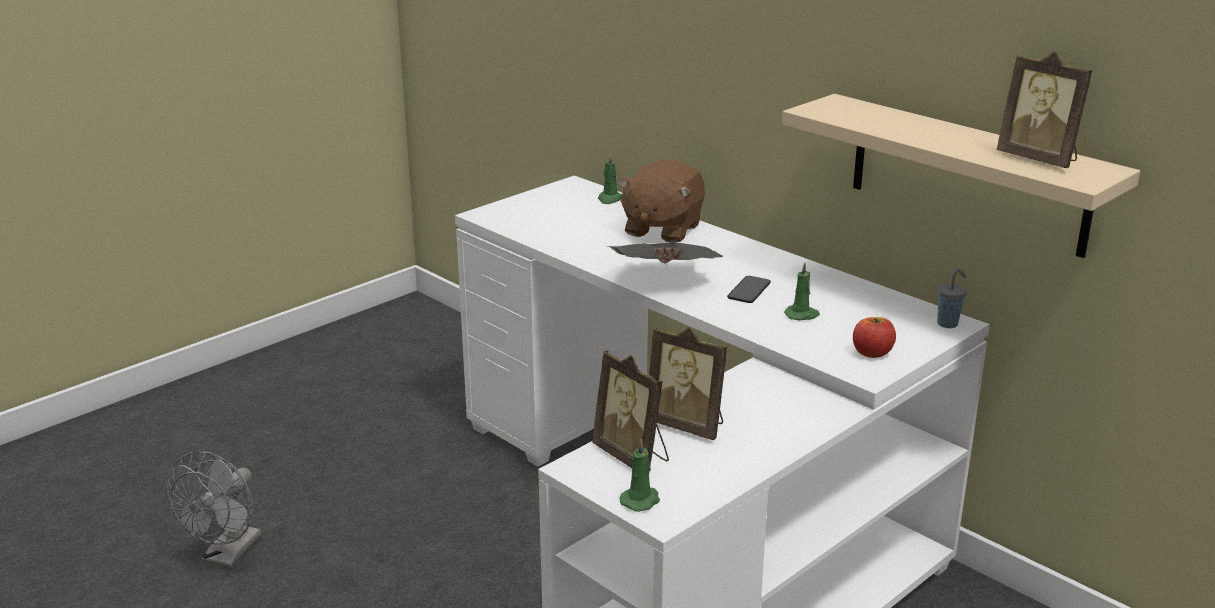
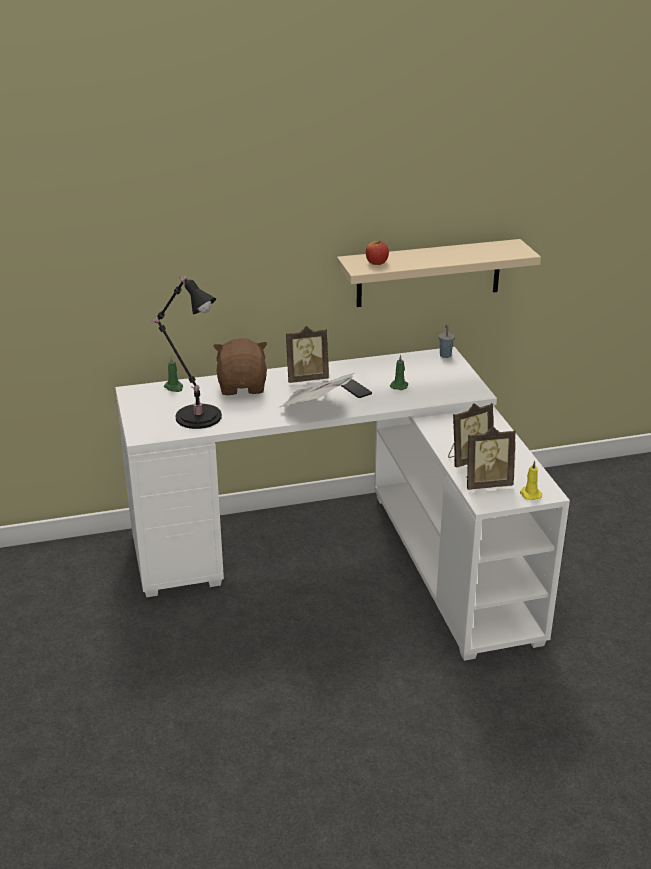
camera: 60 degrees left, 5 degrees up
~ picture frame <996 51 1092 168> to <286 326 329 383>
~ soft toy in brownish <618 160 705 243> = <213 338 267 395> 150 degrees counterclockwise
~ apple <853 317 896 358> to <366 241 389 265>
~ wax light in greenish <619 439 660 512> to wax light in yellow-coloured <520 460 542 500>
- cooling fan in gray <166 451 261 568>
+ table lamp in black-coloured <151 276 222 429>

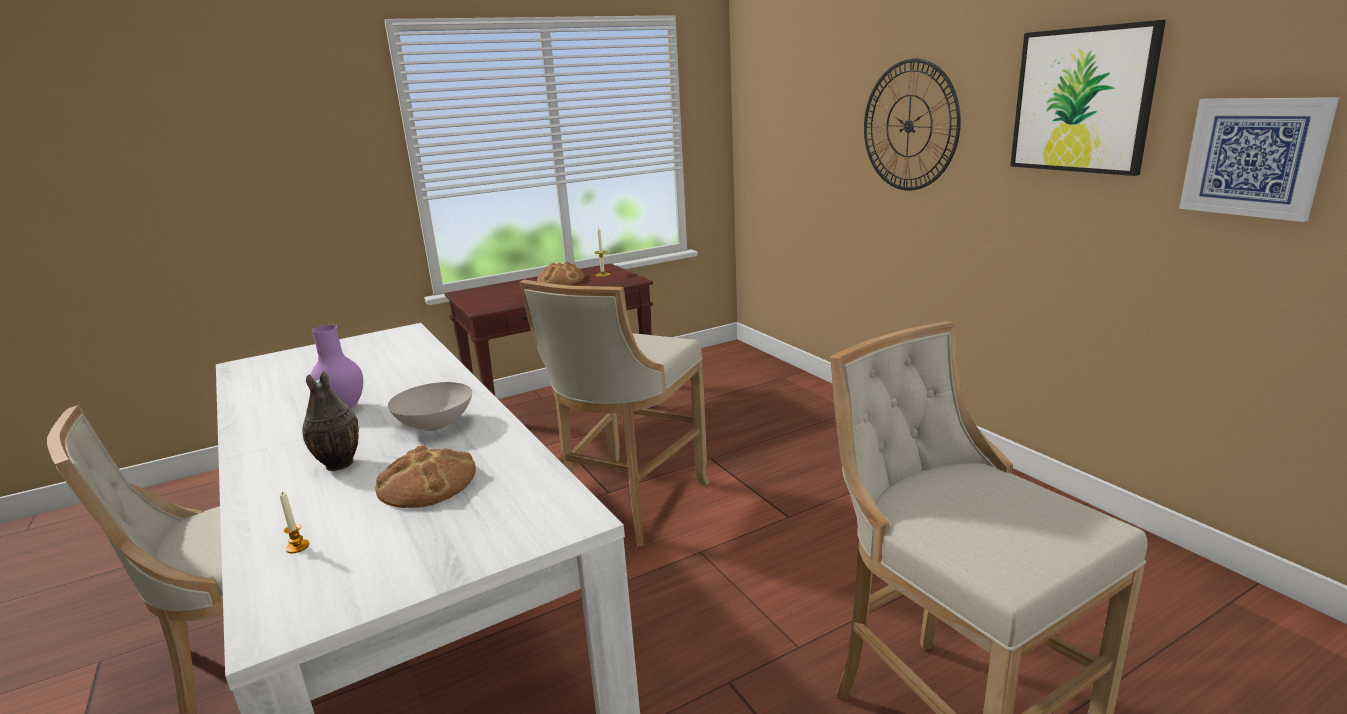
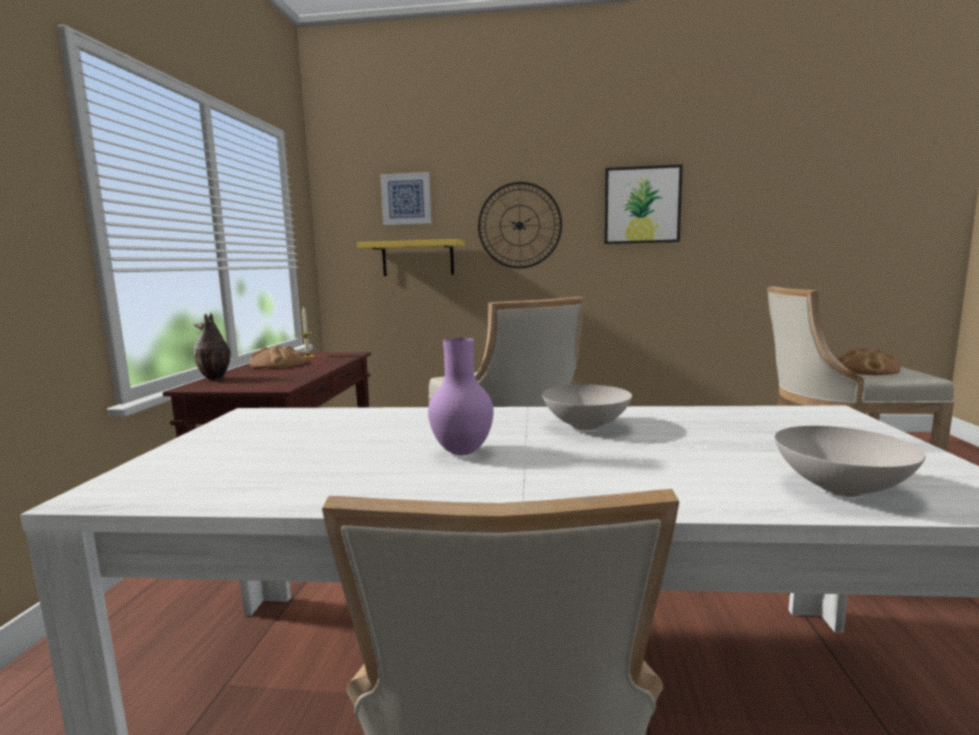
camera: 55 degrees left, 10 degrees down
~ wall art <1179 97 1339 222> to <380 172 432 225>
~ flower vase <302 371 359 471> to <193 312 230 381>
~ baked bread <375 446 476 508> to <837 348 901 375>
~ wax light <279 492 309 553> to deep dish in white <775 426 926 497>
+ wall shelf in yellow-coloured <357 239 465 276>

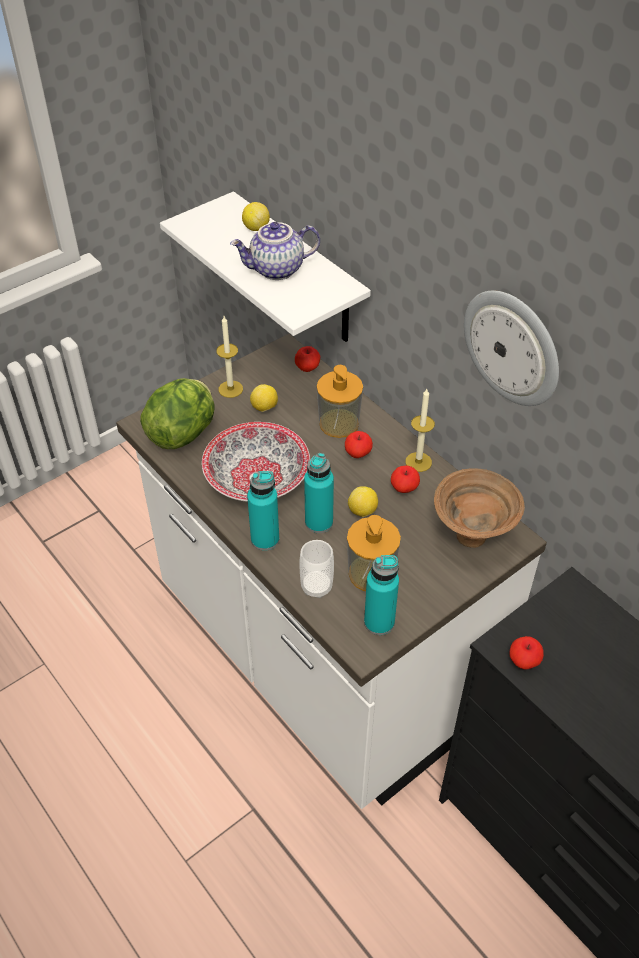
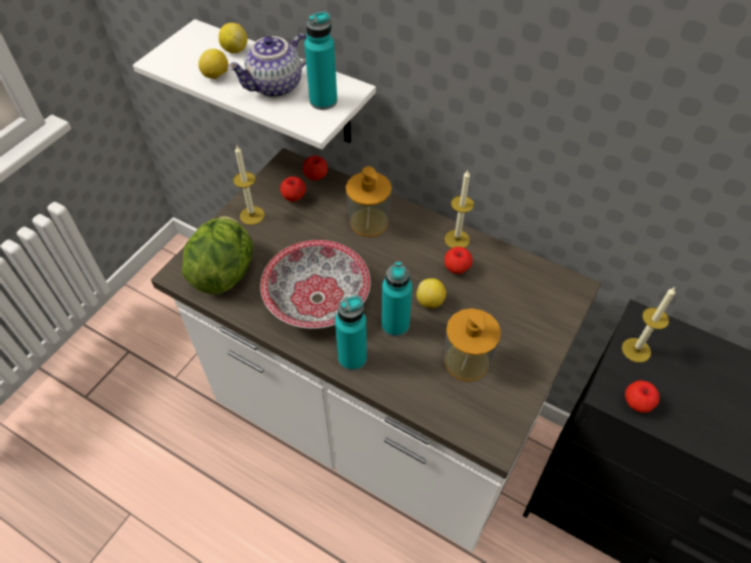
camera: 20 degrees left, 5 degrees up
- clock on the wall <464 291 559 406>
~ citrus fruit <250 384 278 412> to <198 49 229 79>
~ apple <345 431 373 458> to <280 176 306 202>
- deep dish in brownish <434 468 525 548>
- small cup <299 540 334 598>
~ bottle in turquoise <364 555 399 635> to <304 12 337 110>
+ wax light <622 287 675 363>

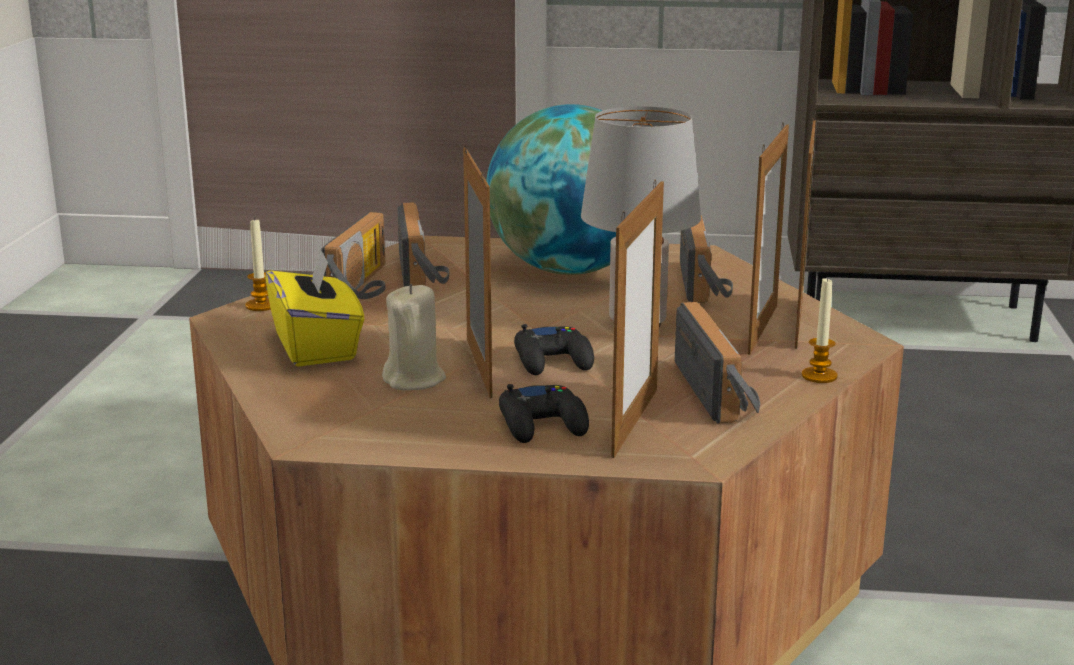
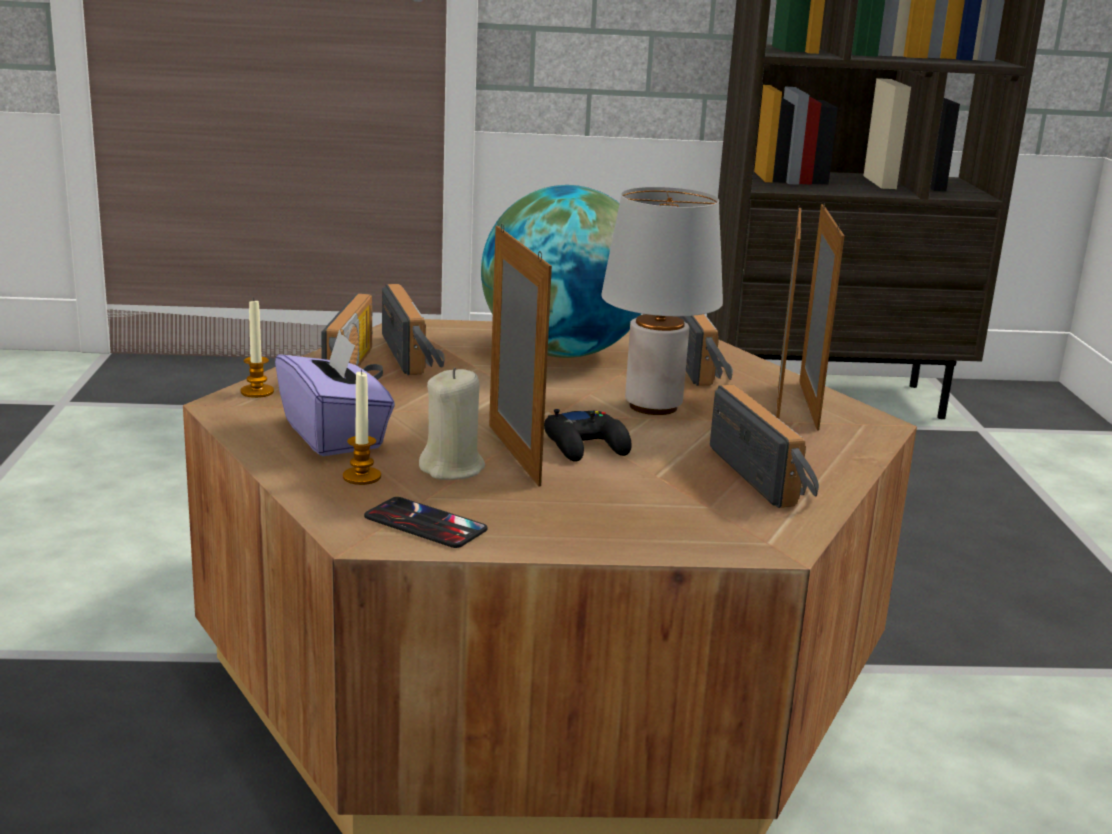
camera: 10 degrees left, 0 degrees up
- picture frame <611 180 664 458>
~ tissue box in yellow-coloured <265 247 364 367> to tissue box in purplish <275 330 395 456>
~ wax light <802 276 838 383> to <343 369 381 485>
- game controller in black-coloured <499 384 589 443>
+ handset <364 497 488 548>

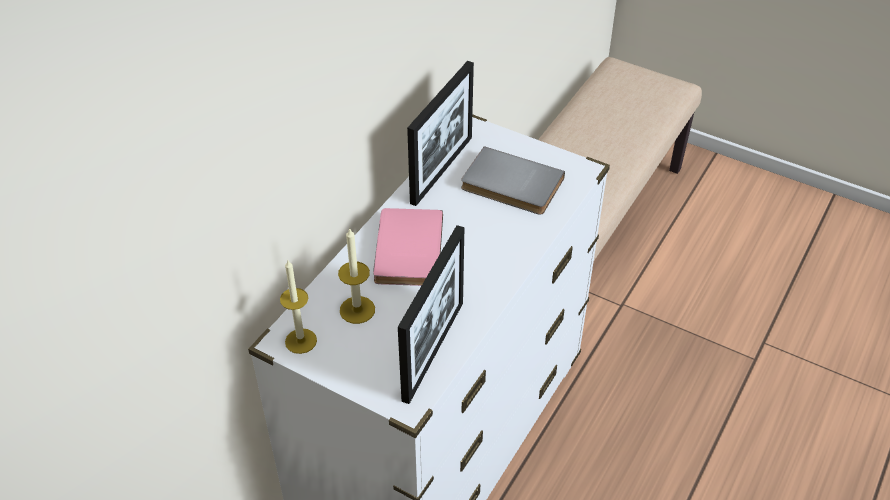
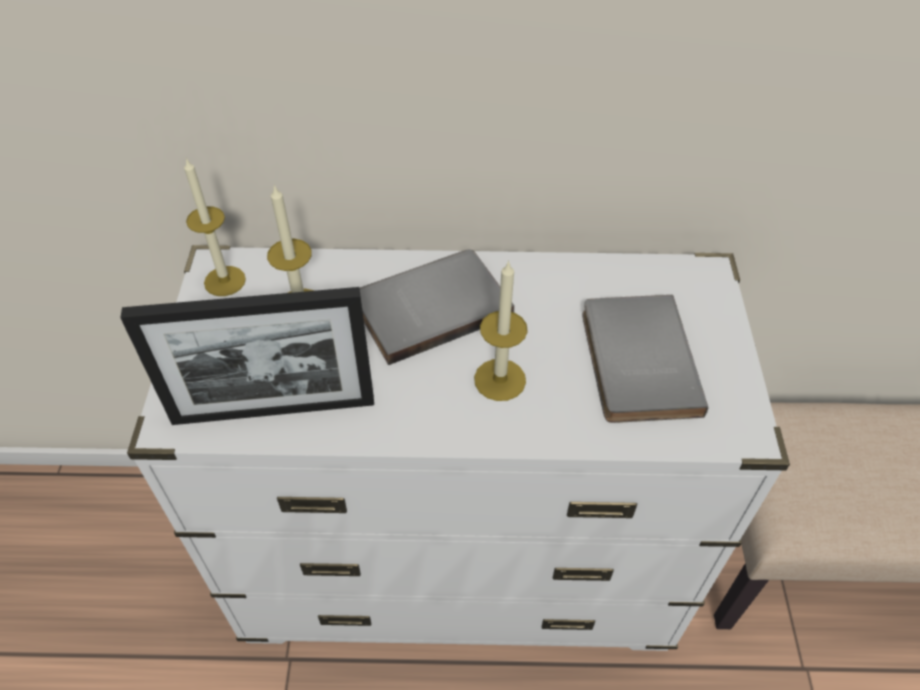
camera: 60 degrees right, 5 degrees up
- picture frame <407 61 474 206>
~ bound book in pinkish <373 208 443 286> to bound book in gray <359 249 514 365>
+ wax light <474 260 528 401>

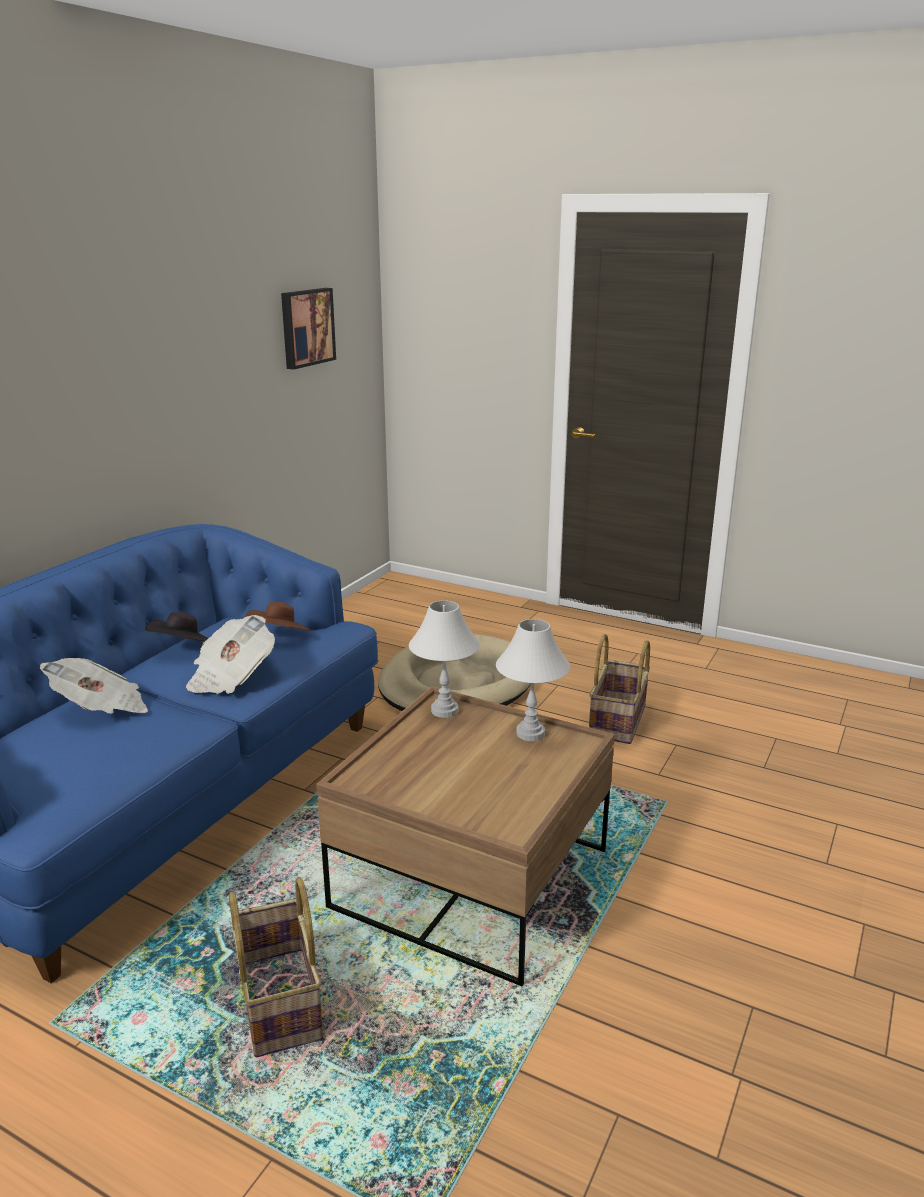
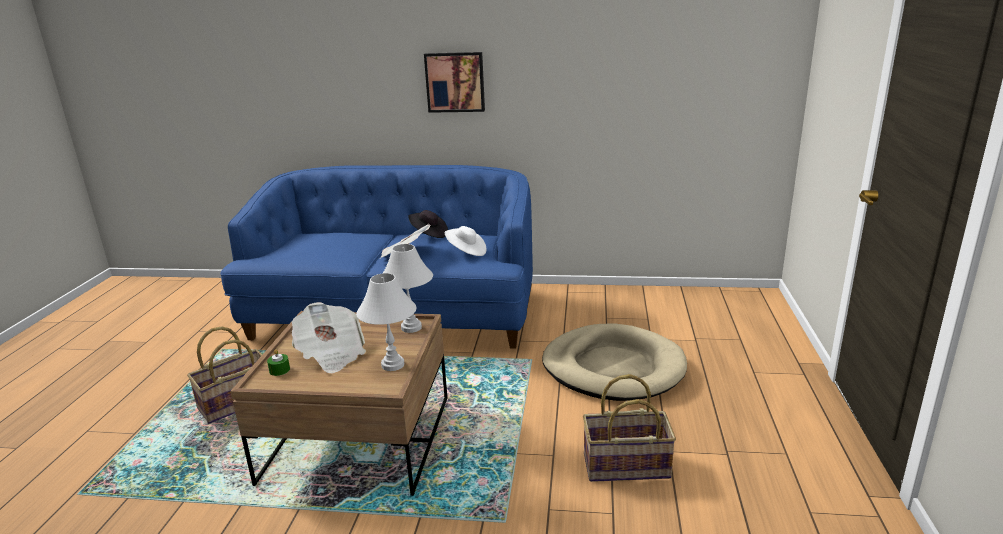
camera: 70 degrees right, 0 degrees up
~ wall art <281 288 336 370> to <424 52 485 113>
~ clothing hat in brownish <246 602 312 631> to clothing hat in white <445 226 487 256>
~ printed paper <40 658 148 714> to <292 302 366 373>
+ wax light in greenish <267 350 290 376>

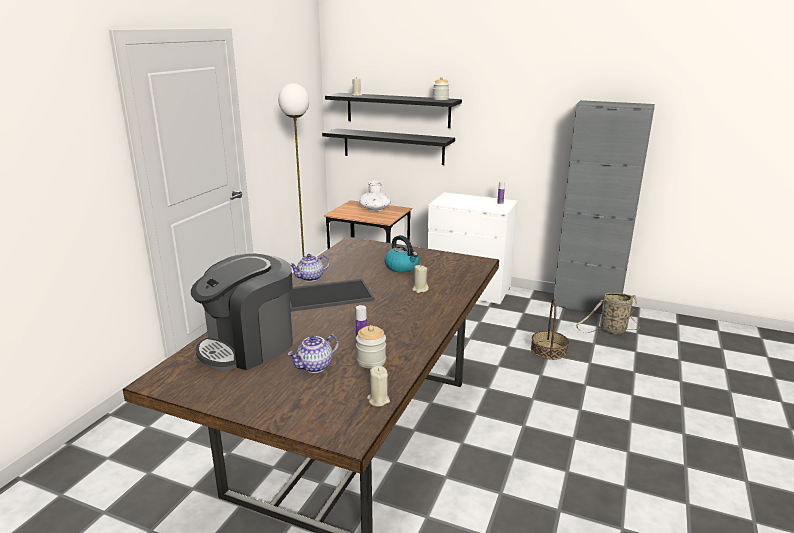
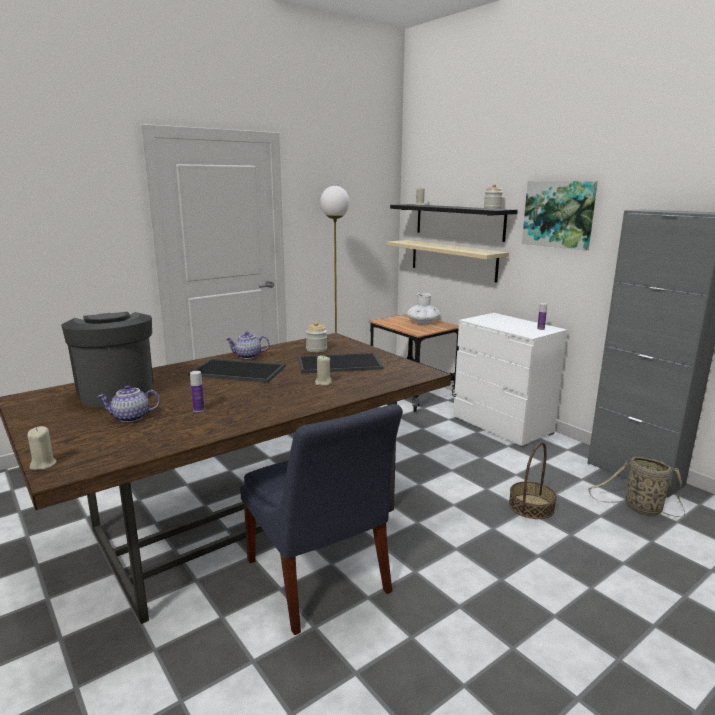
camera: 30 degrees right, 5 degrees down
~ wall shelf in black-coloured <322 128 455 165> to wall shelf in beige-coloured <386 240 509 283>
~ water kettle <385 235 419 272> to serving tray <298 353 383 373>
~ coffee machine <191 253 293 370> = <61 312 153 407> 75 degrees clockwise
~ jar <356 325 386 369> to <306 322 327 353>
~ wax light in beige-coloured <367 366 390 406> to <27 426 57 470>
+ wall art <522 181 598 251>
+ upright chair in blue <240 404 403 635>

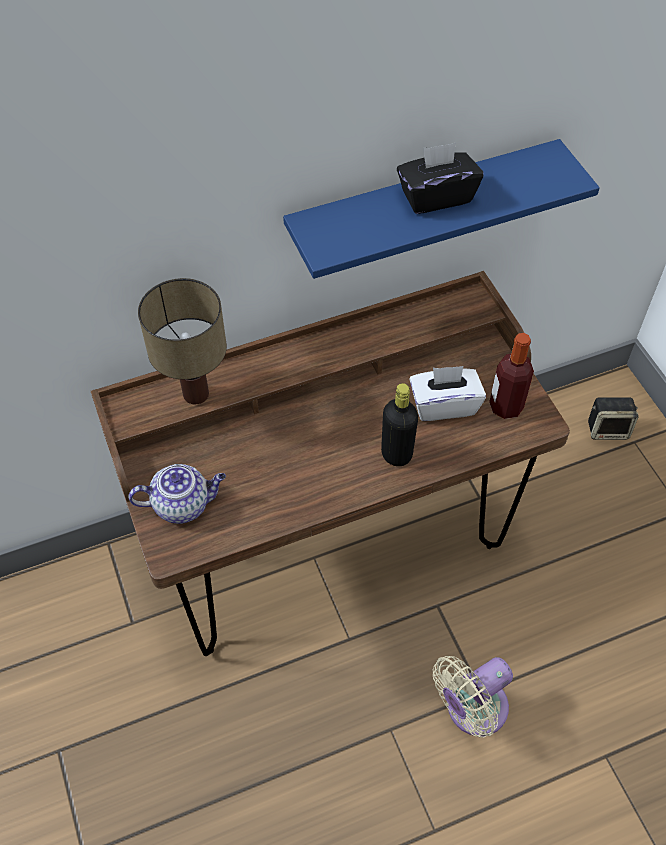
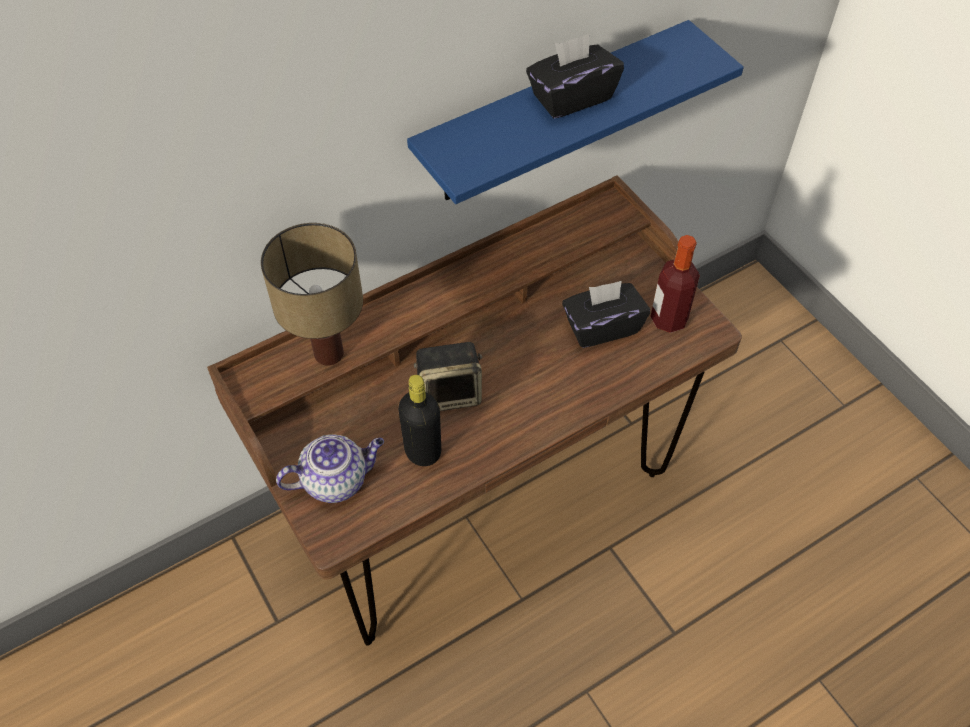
camera: 10 degrees left, 0 degrees up
~ tissue box in white <409 366 486 421> to tissue box in black-coloured <562 281 650 348>
~ bottle in black-coloured <381 383 418 466> to <398 375 441 466>
~ audio speaker <588 397 639 440> to <414 342 483 411>
- cooling fan in beige-coloured <433 656 513 737>

